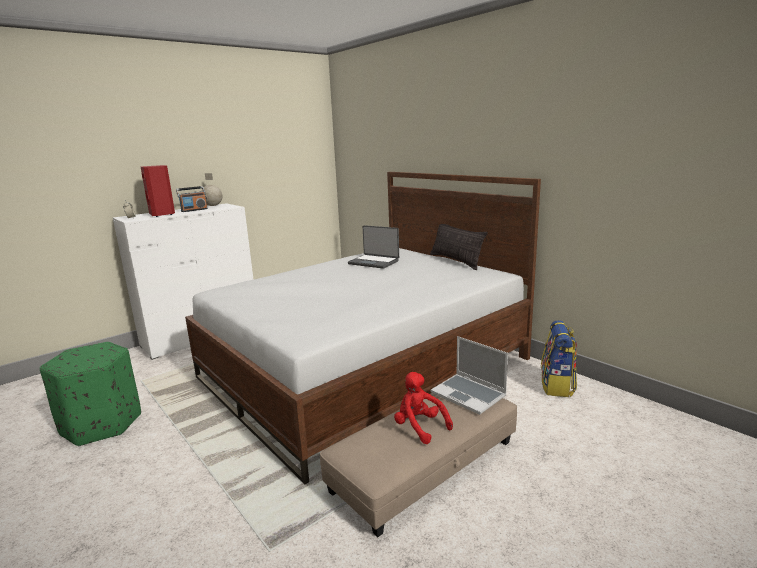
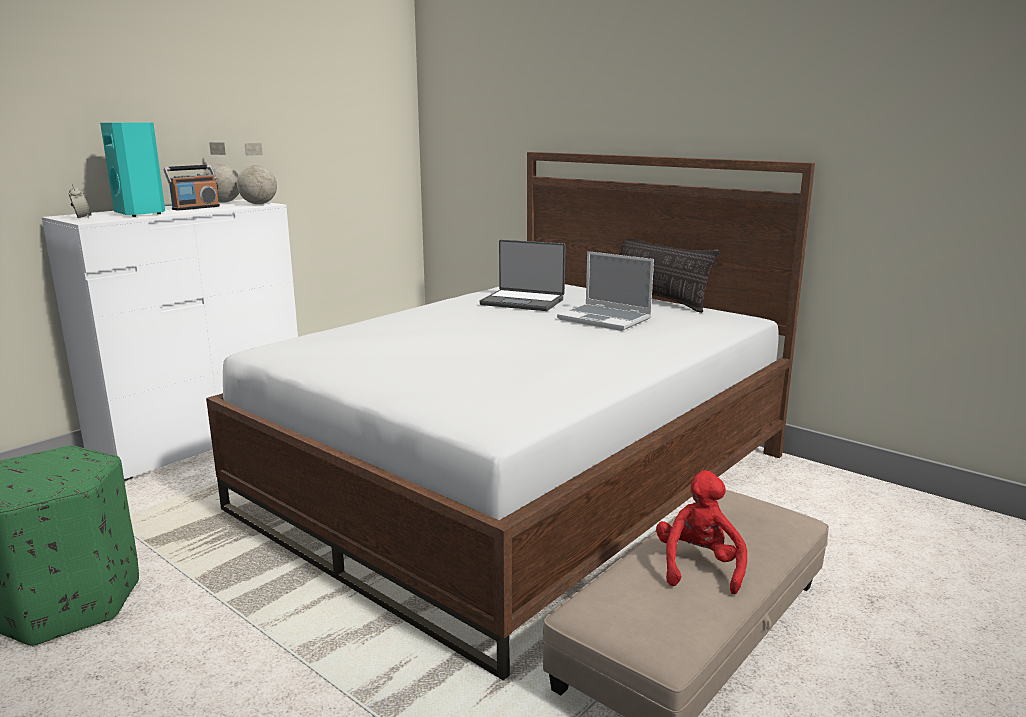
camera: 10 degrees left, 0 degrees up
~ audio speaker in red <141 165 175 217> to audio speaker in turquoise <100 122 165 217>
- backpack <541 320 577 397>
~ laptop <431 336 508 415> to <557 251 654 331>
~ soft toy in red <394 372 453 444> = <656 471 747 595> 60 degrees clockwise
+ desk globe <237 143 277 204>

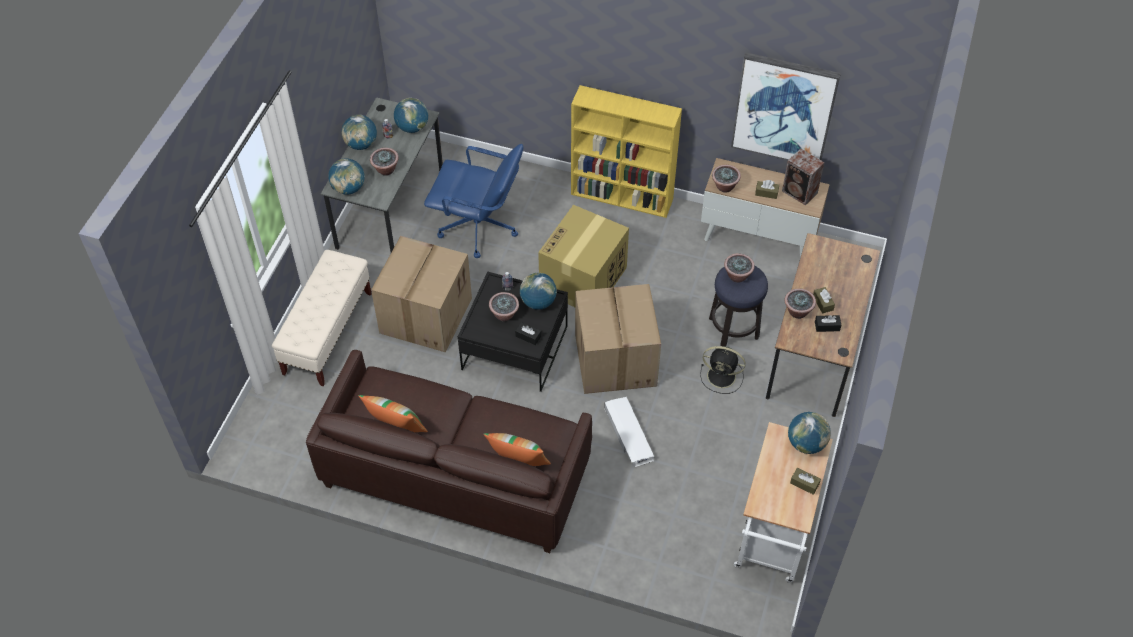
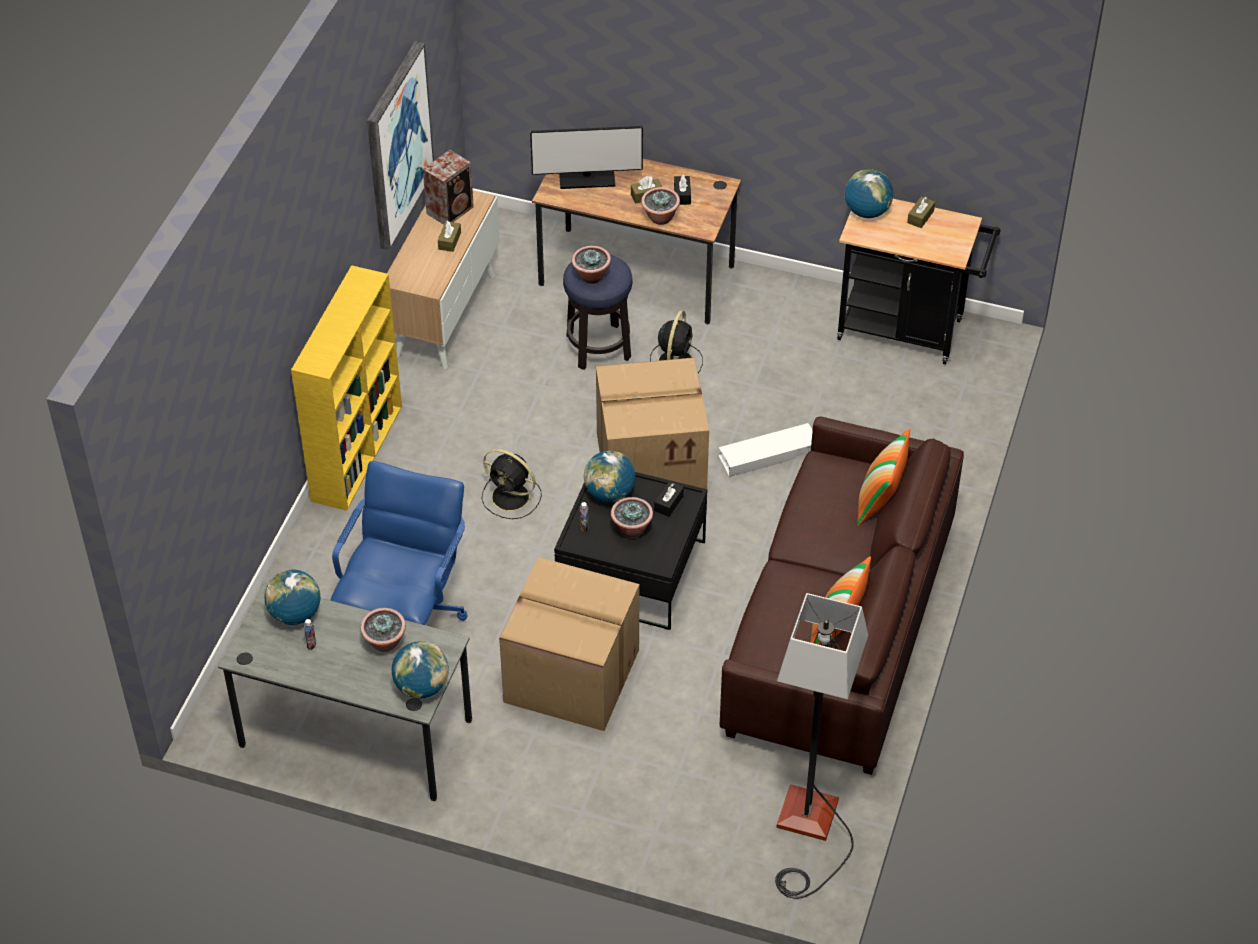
camera: 90 degrees left, 5 degrees down
- desk globe <341 115 377 150>
- potted plant <712 165 741 193>
~ cardboard box <538 205 629 307> to cooling fan in black-coloured <481 449 542 519>
- long seat in beige-coloured <272 250 372 386>
~ cart in white <734 422 833 583> to cart in black-coloured <837 199 1000 364>
+ monitor <530 126 643 189>
+ standing lamp <775 593 868 899>

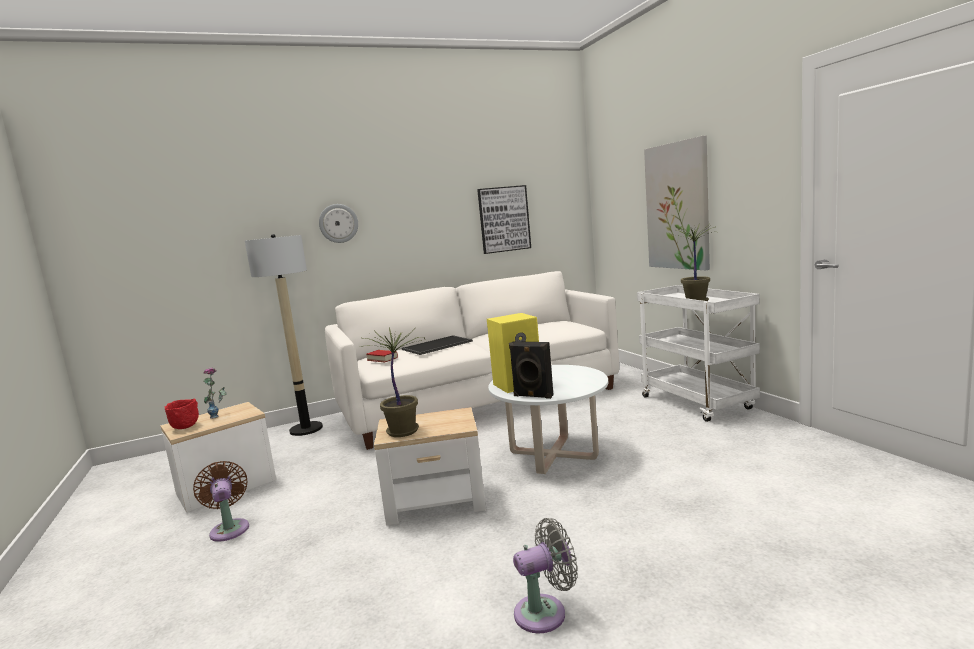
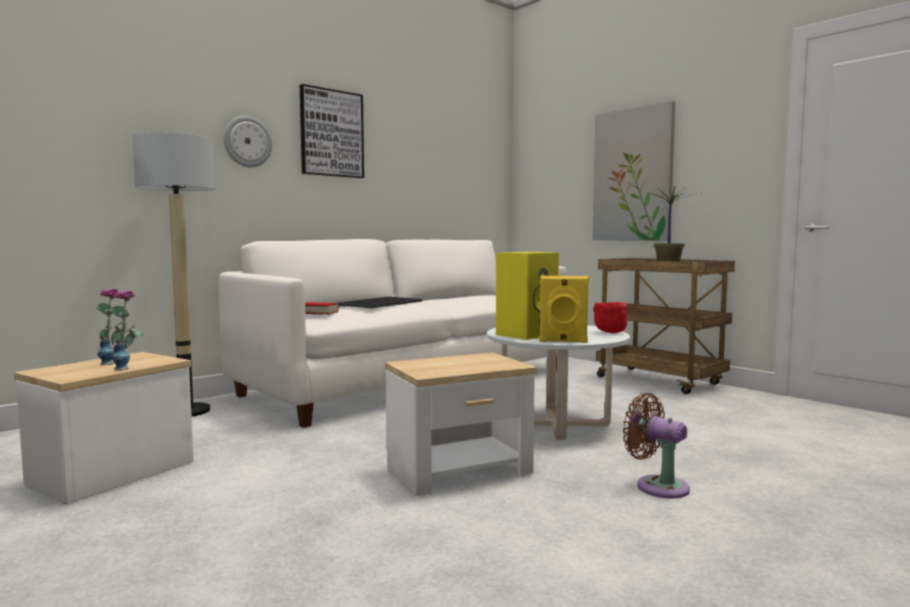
camera: 20 degrees left, 5 degrees down
~ wall art <477 185 531 254> to <300 84 364 178>
~ cart in white <637 285 760 422> to cart in brownish <596 258 735 394>
- potted plant <359 327 425 437>
~ audio speaker in black-coloured <509 341 554 399> to audio speaker in yellow-coloured <539 276 589 343>
~ deep dish in red <165 399 199 429> to <593 302 627 333>
~ cooling fan in brownish <193 461 249 542> to <623 393 690 498>
- cooling fan in gray <513 518 578 634>
+ flower vase <109 290 144 370>

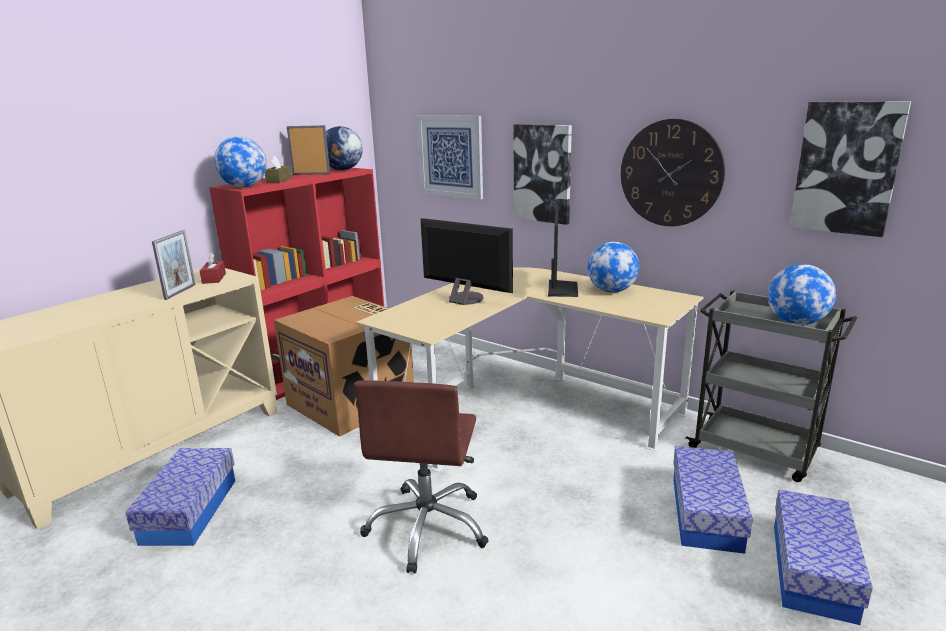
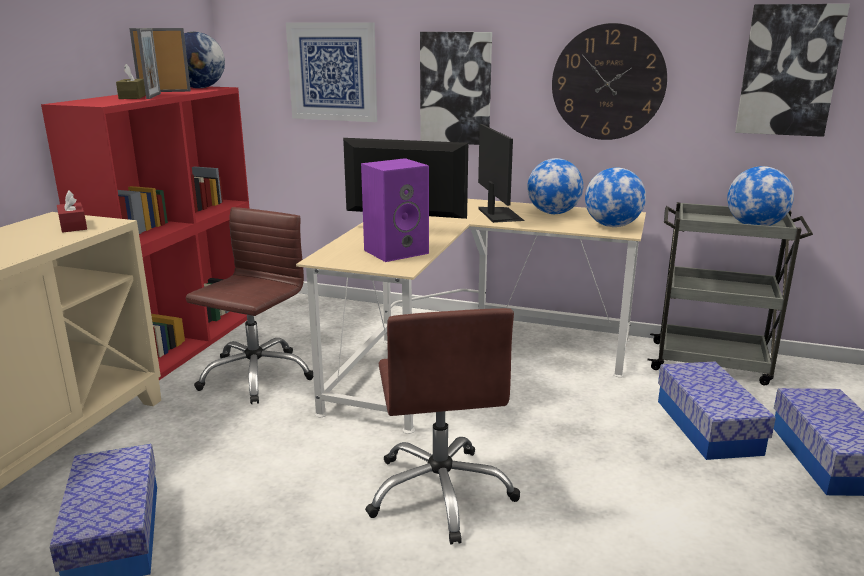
camera: 20 degrees left, 0 degrees up
~ desk globe <214 136 267 187> to <585 168 646 227>
~ picture frame <152 230 196 300> to <137 28 161 99>
~ cardboard box <274 296 414 437> to computer chair in brownish <186 207 313 404>
+ audio speaker in purplish <361 158 429 262>

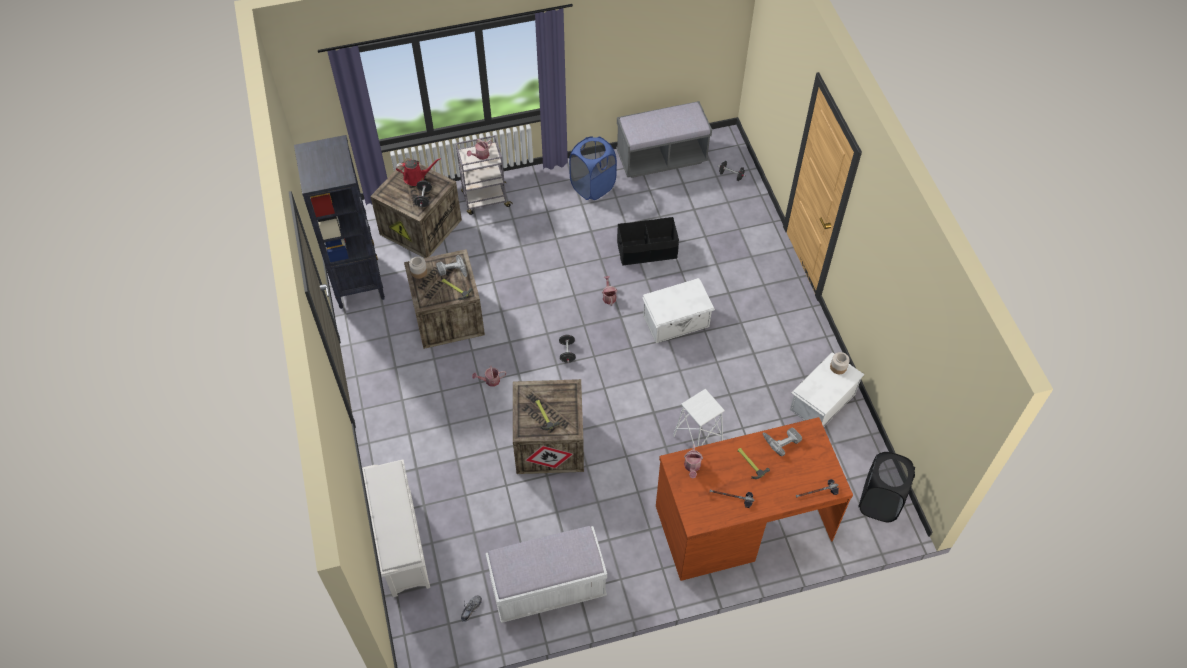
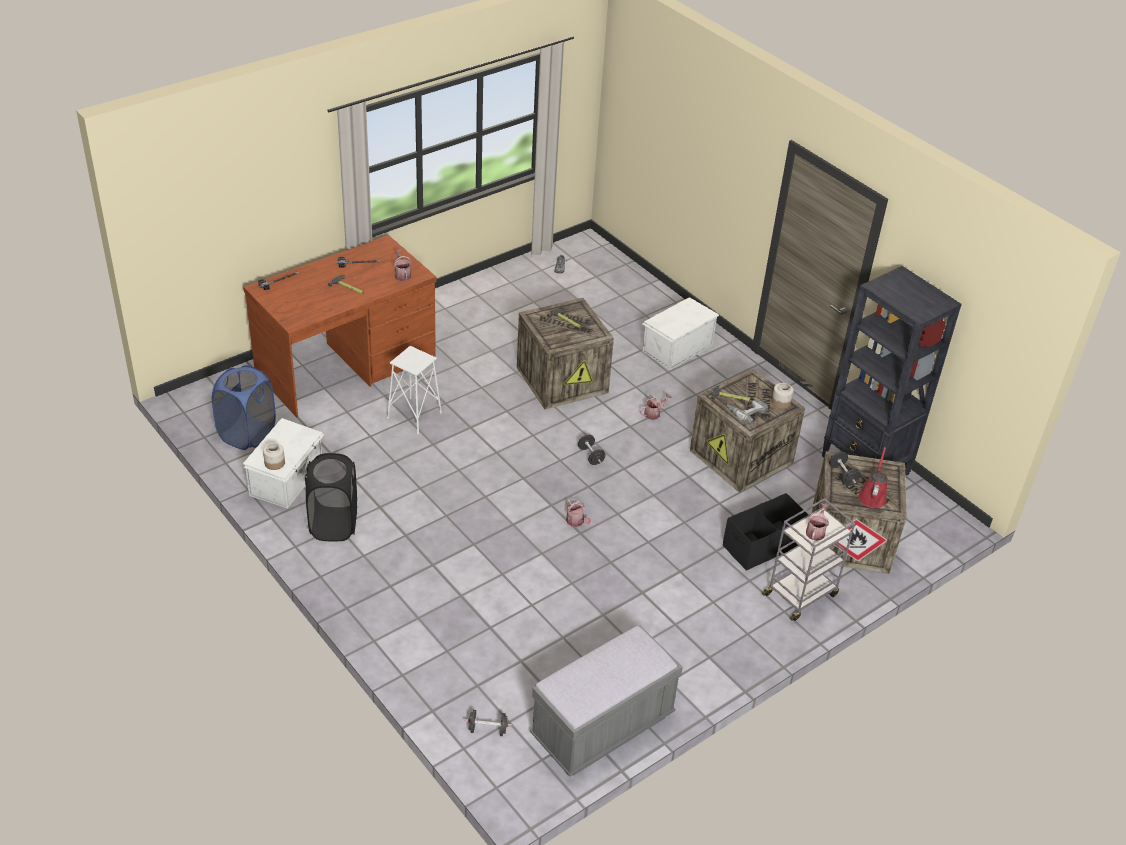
camera: 155 degrees right, 15 degrees down
~ washing basket in blue <569 136 617 200> to <212 365 276 450>
~ sprinkling can in red <396 158 441 186> = <858 447 888 508> 135 degrees clockwise
~ storage bin in black-coloured <617 217 679 266> to <723 493 808 571>
~ storage bin in white <642 278 715 343> to <643 297 719 370>
- power drill <763 428 802 457>
~ washing basket in black-coloured <858 452 915 522> to <305 453 357 542>
- shoe rack in white <362 460 430 597>
- long seat in white <486 526 607 623>

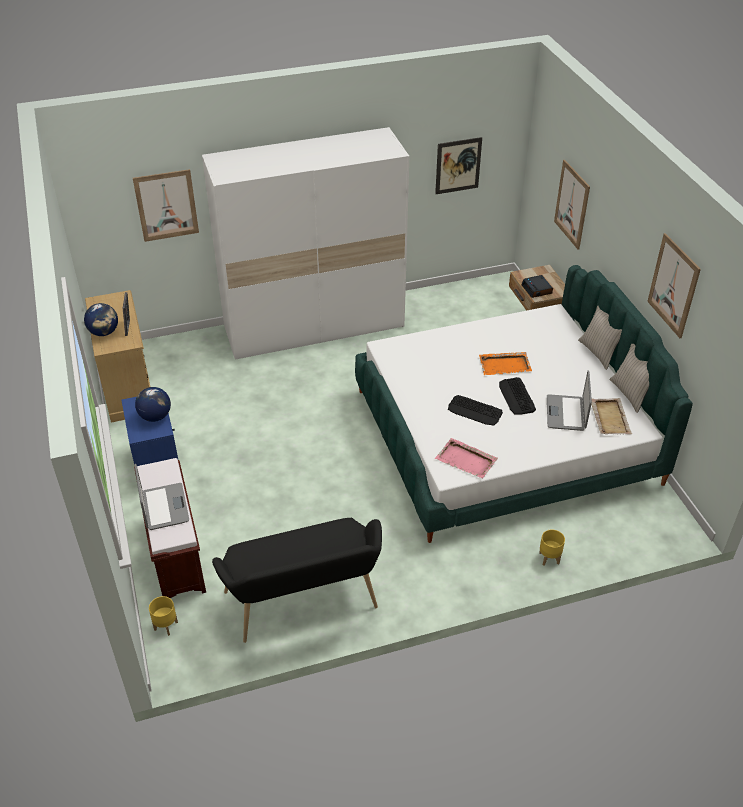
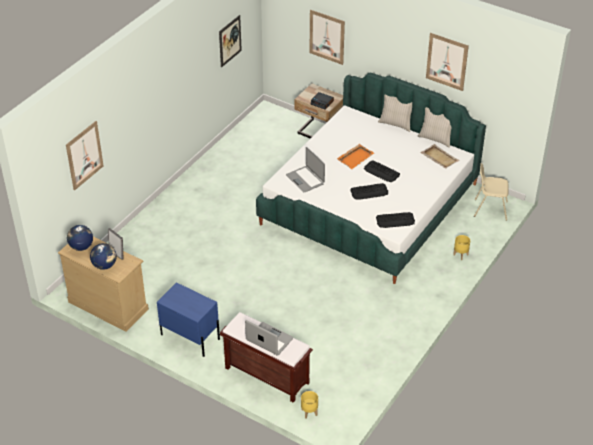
camera: 40 degrees left, 0 degrees up
- clothes cupboard in white <202 127 409 359>
~ laptop <547 371 592 431> to <286 147 325 192>
~ desk globe <135 387 171 422> to <67 225 93 251>
~ serving tray in pinkish <435 438 498 478> to PC keyboard <376 212 415 228>
- long seat in black-coloured <212 518 382 643>
+ upright chair in beige-coloured <474 163 509 221>

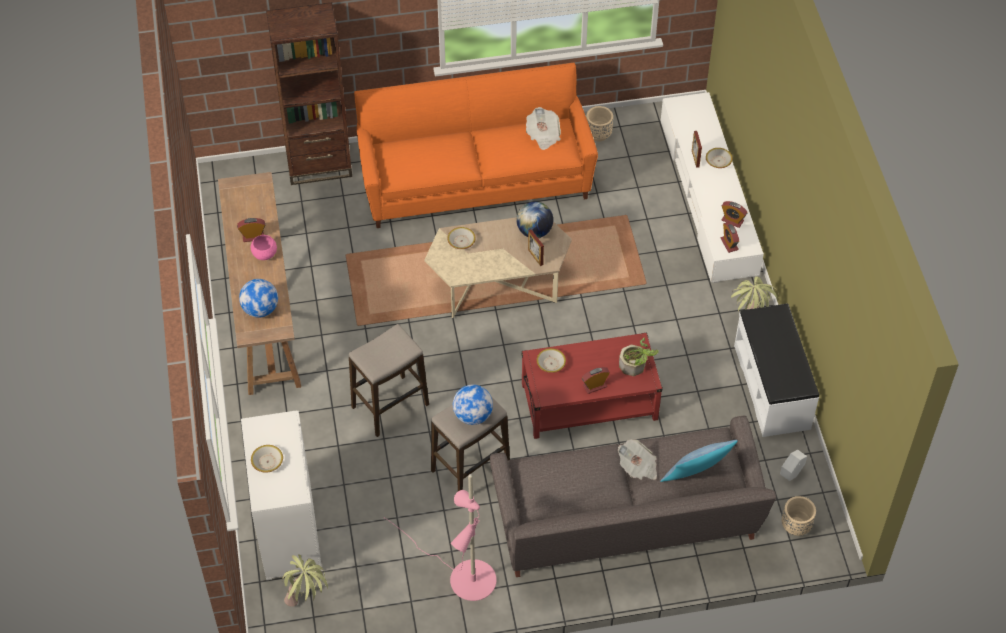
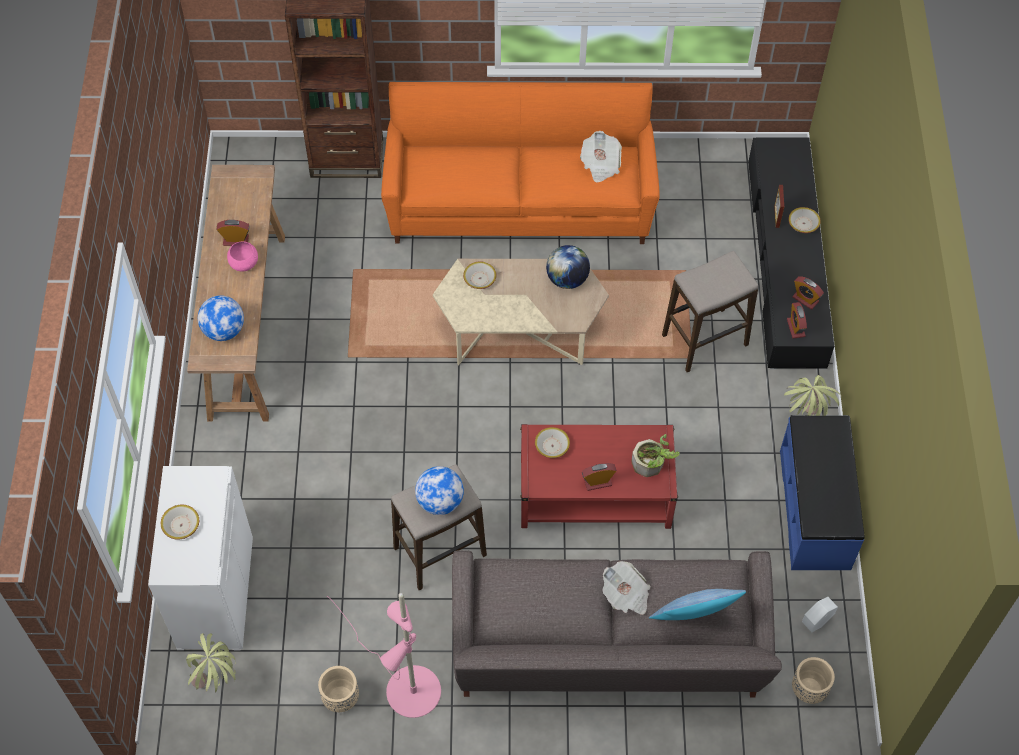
camera: 10 degrees right, 5 degrees up
~ tv stand in white <661 92 764 283> to tv stand in black-coloured <748 137 834 369>
~ plant pot in beige-coloured <586 106 613 142> to <318 666 359 712>
- picture frame <528 229 544 266>
~ long seat in white <734 304 819 437> to long seat in blue <780 415 865 570>
~ stool seat <349 324 429 437> to <662 251 758 372>

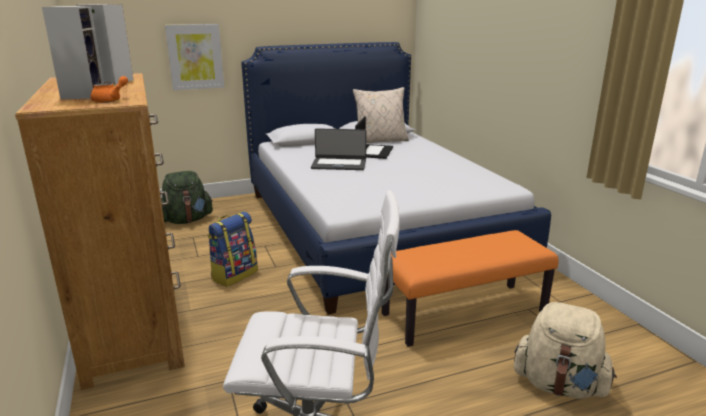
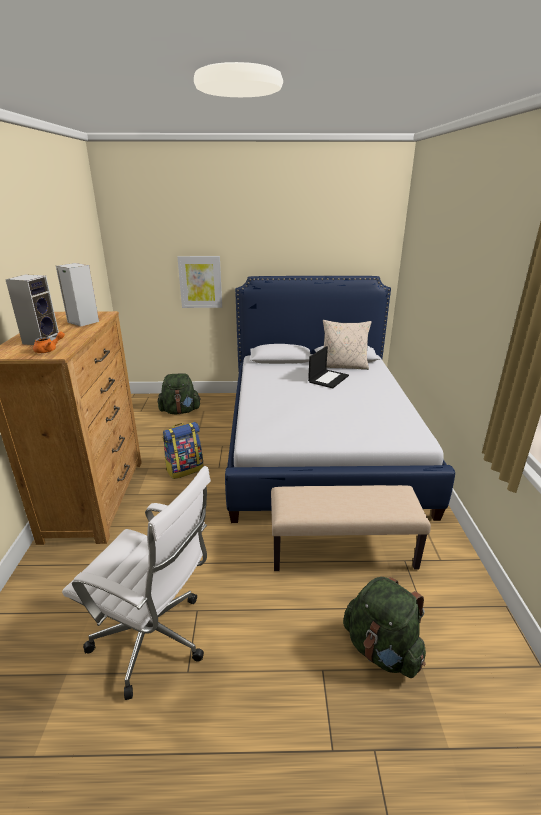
camera: 20 degrees right, 5 degrees up
- laptop <311 128 366 170>
~ long seat in orangey <382 230 559 347> to long seat in beige-coloured <271 485 431 571>
~ backpack in beige-coloured <514 302 617 399> to backpack in greenish <343 577 426 678>

